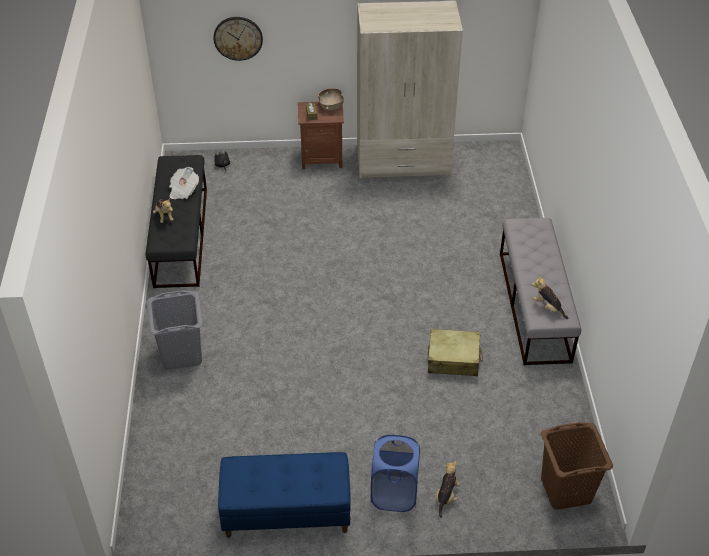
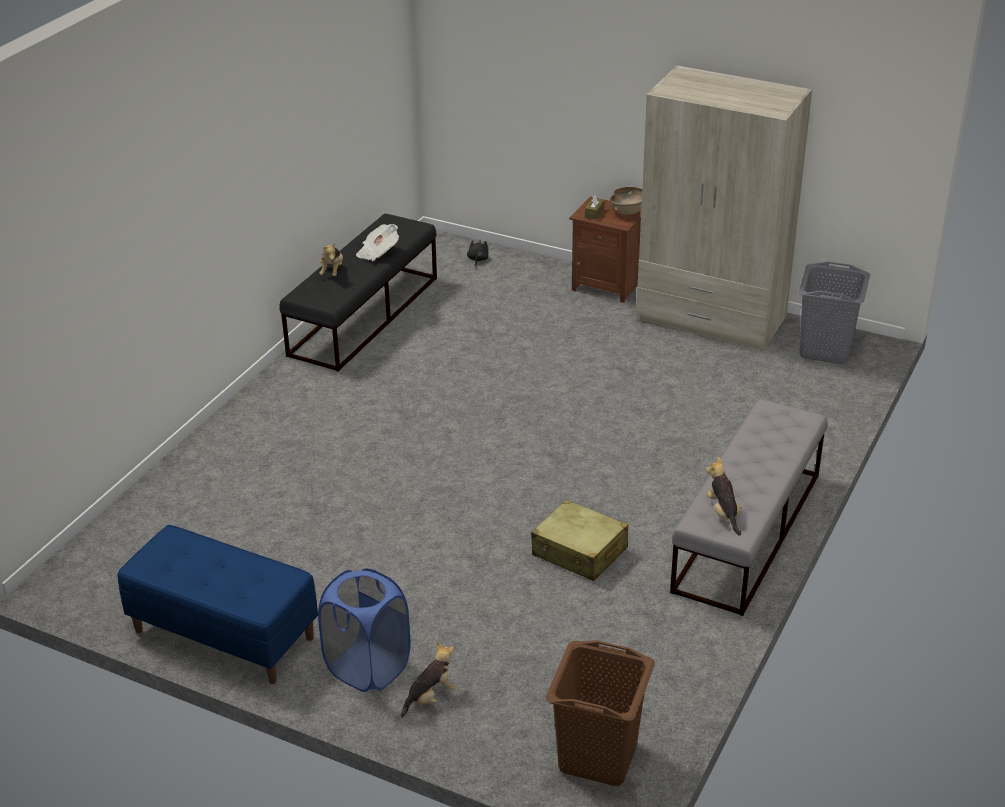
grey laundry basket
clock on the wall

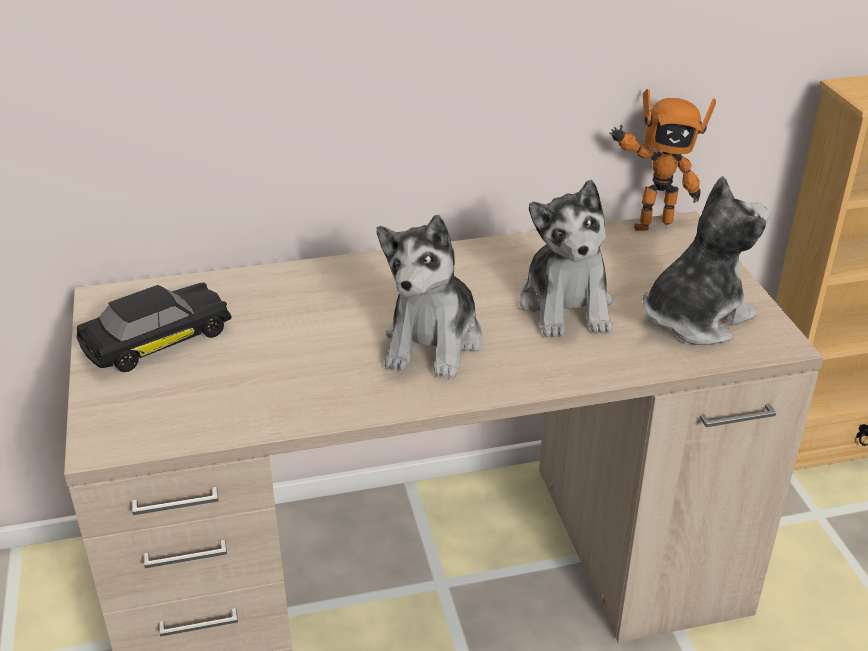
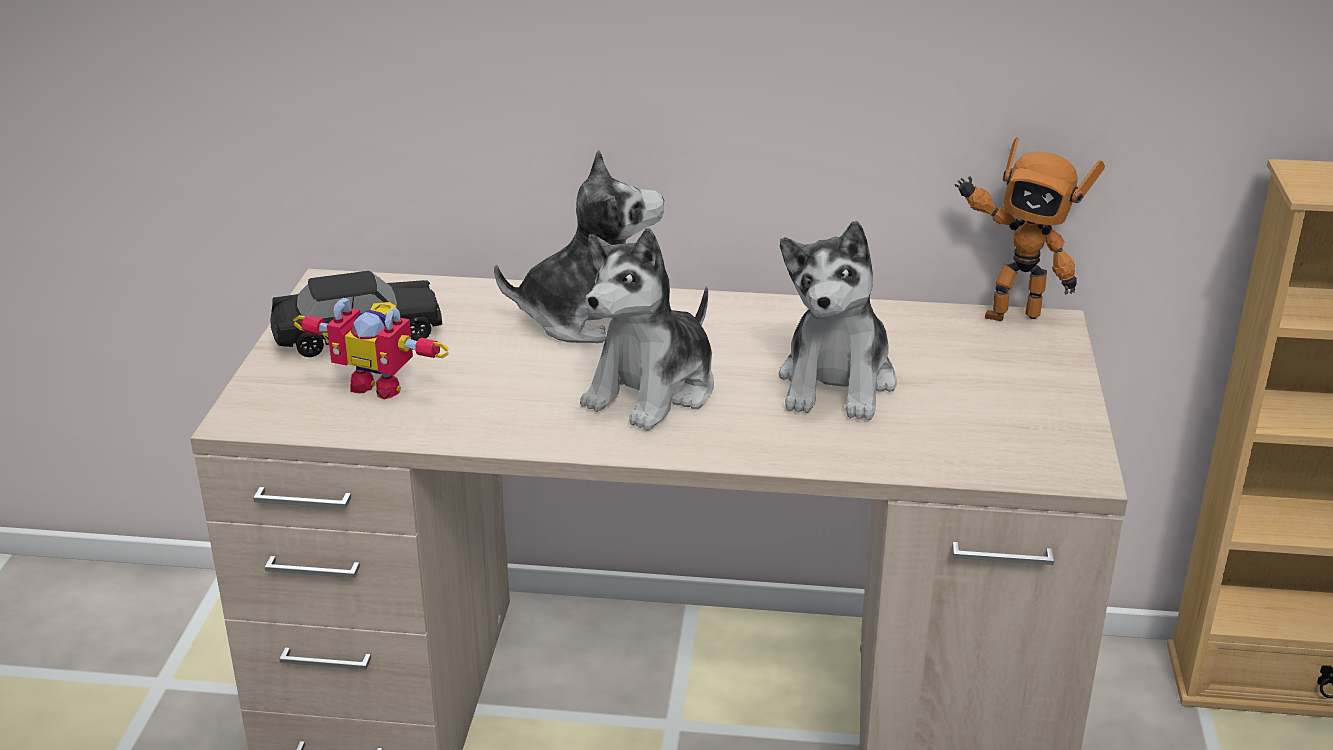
toy robot (1st from left)
cuddly toy (1st from left)

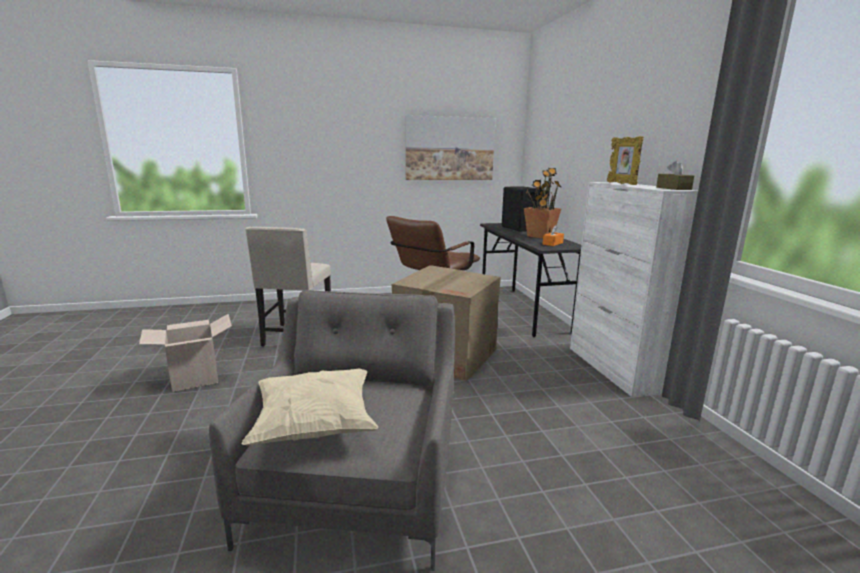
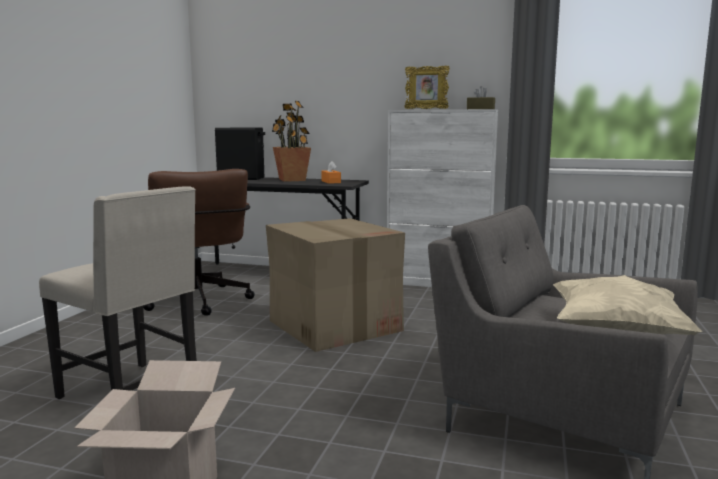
picture

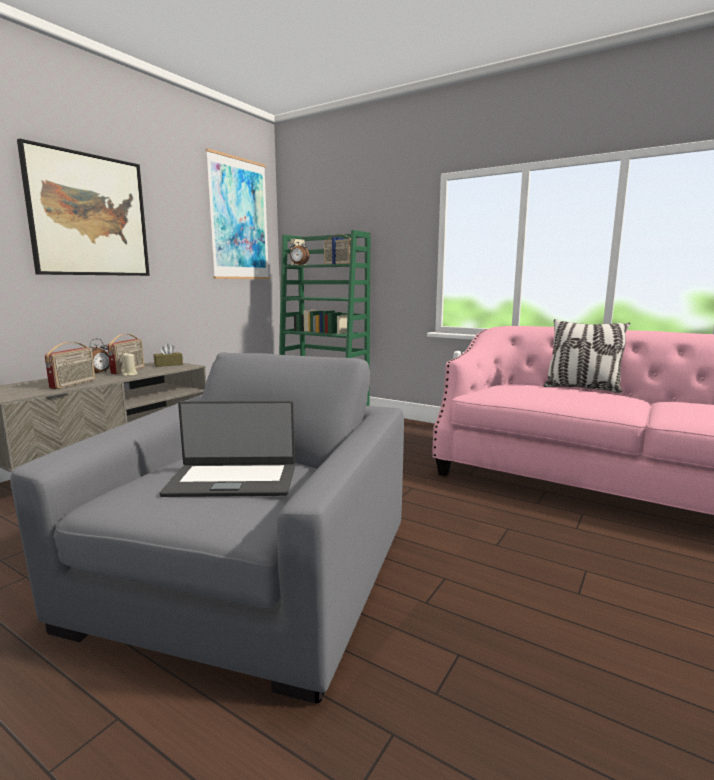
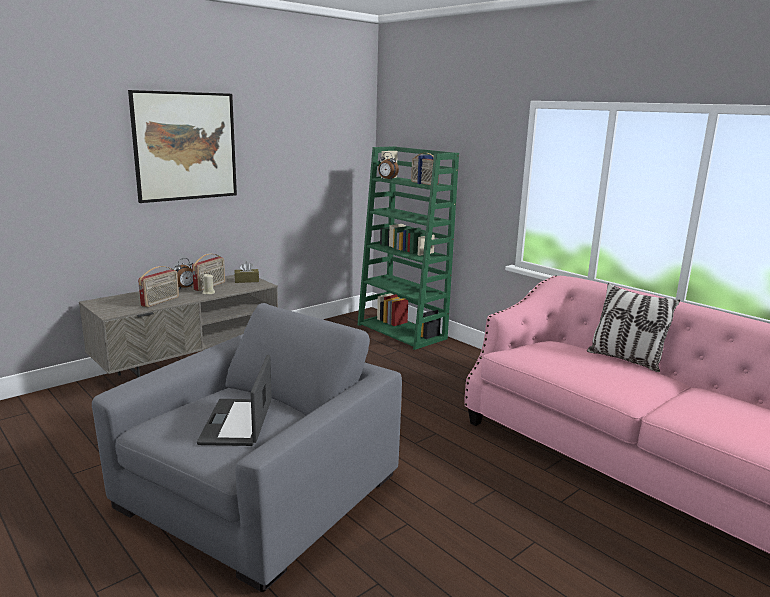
portable computer
picture (2nd from left in the first image)

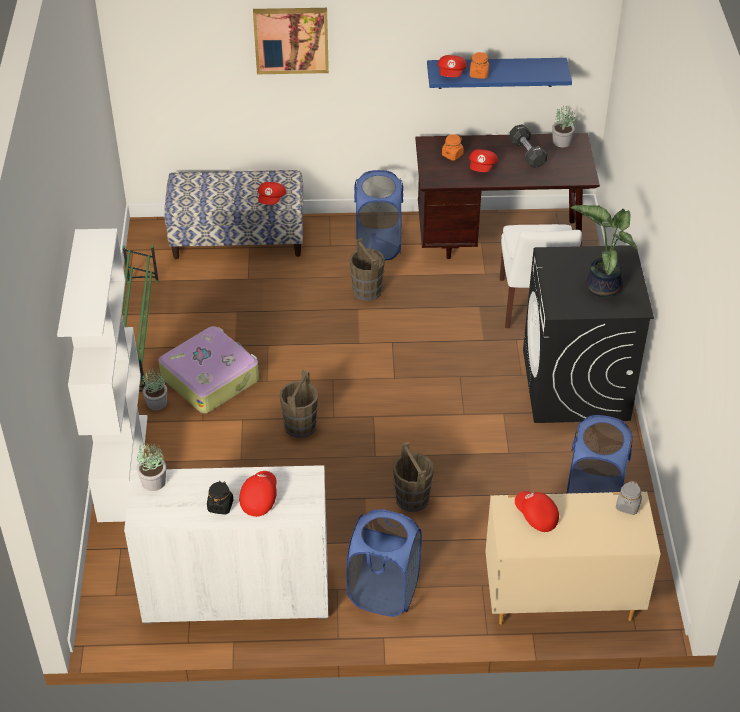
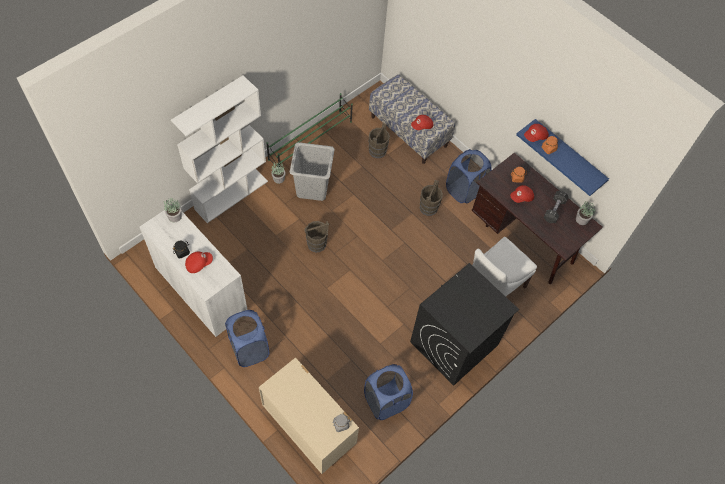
grey laundry basket
brownish bucket (2nd from left)
picture
red baseball cap (5th from left in the first image)
plant in a pot (4th from left in the first image)

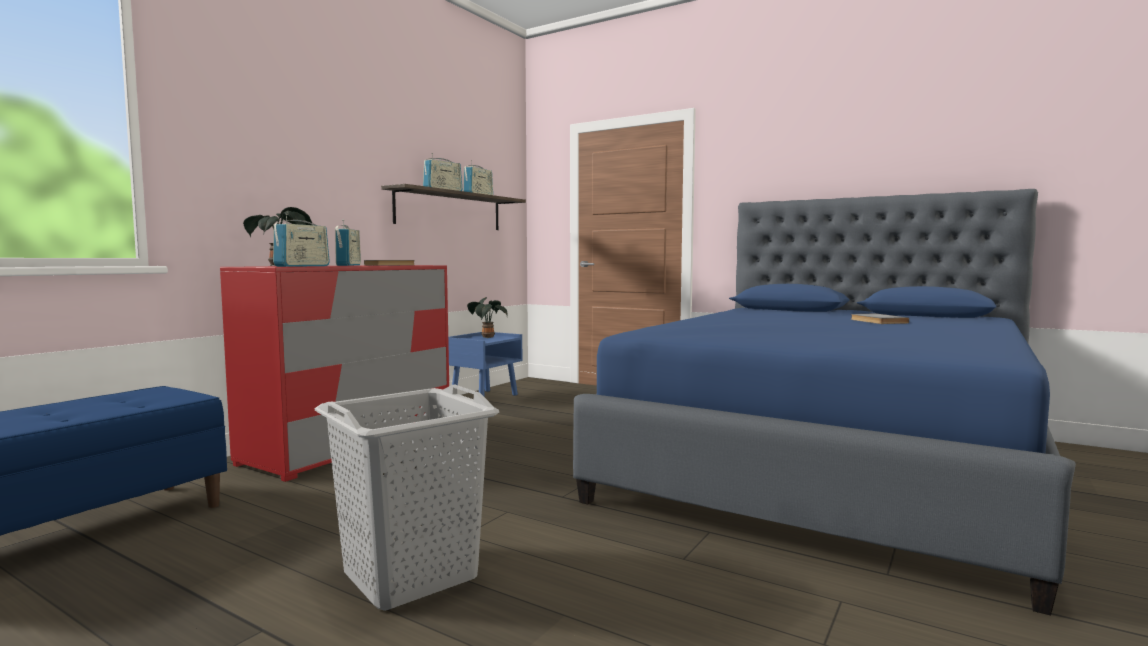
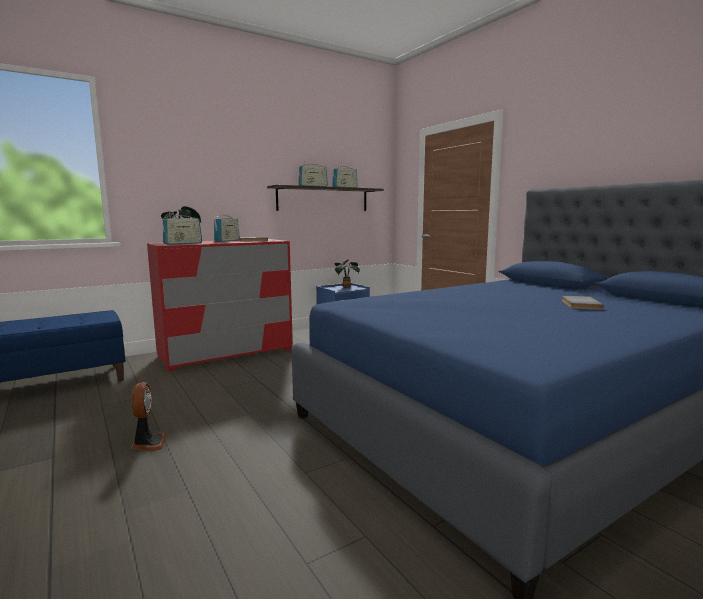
fan

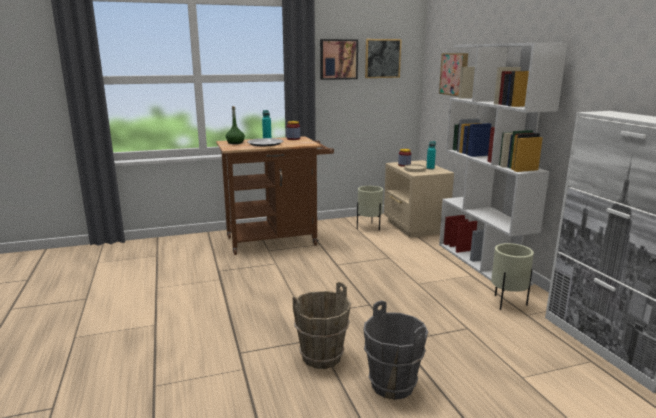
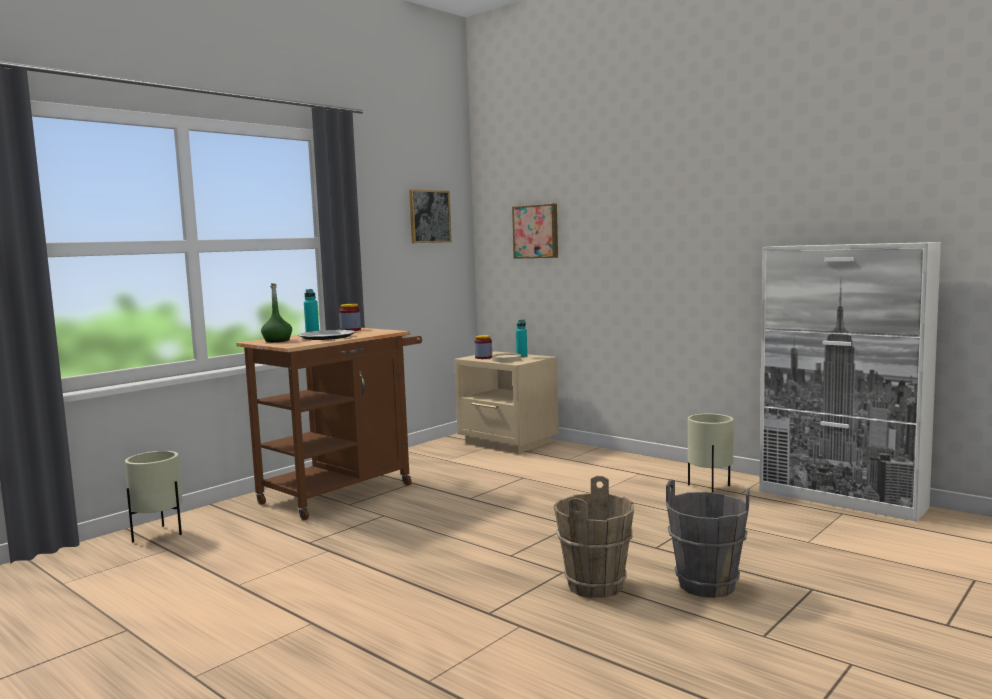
beige flower pot (1st from left)
picture (1st from left in the first image)
whitish bookshelf

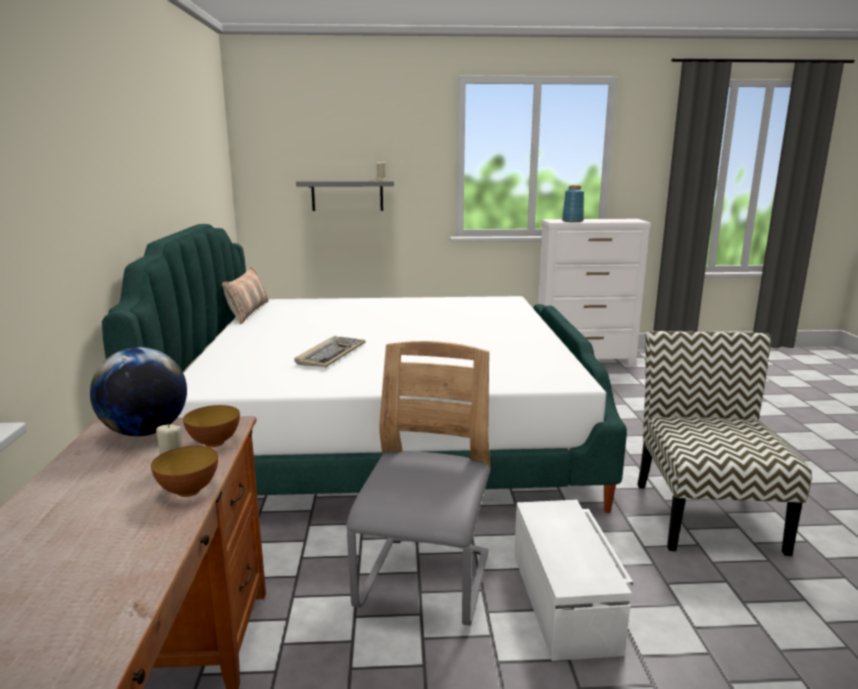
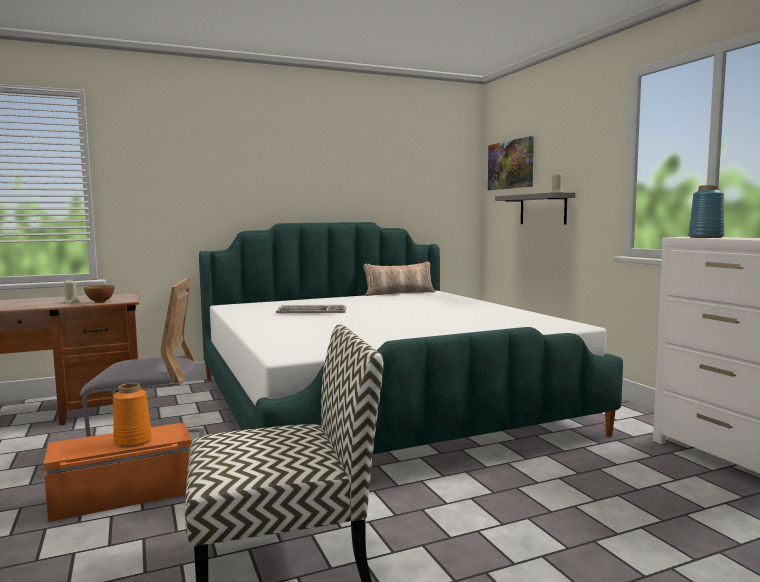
orange storage bin
orange flower vase
picture
globe
bowl (1st from left in the first image)

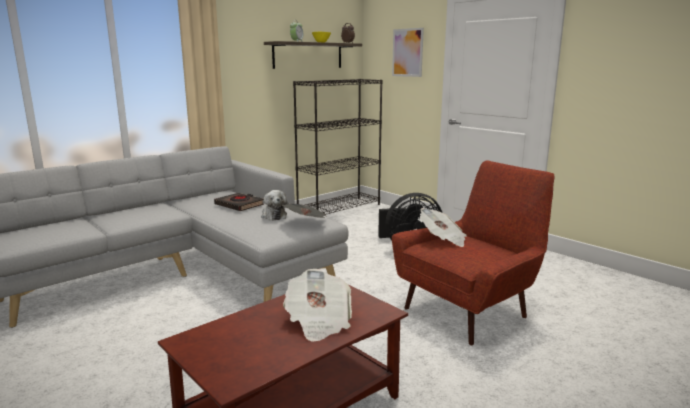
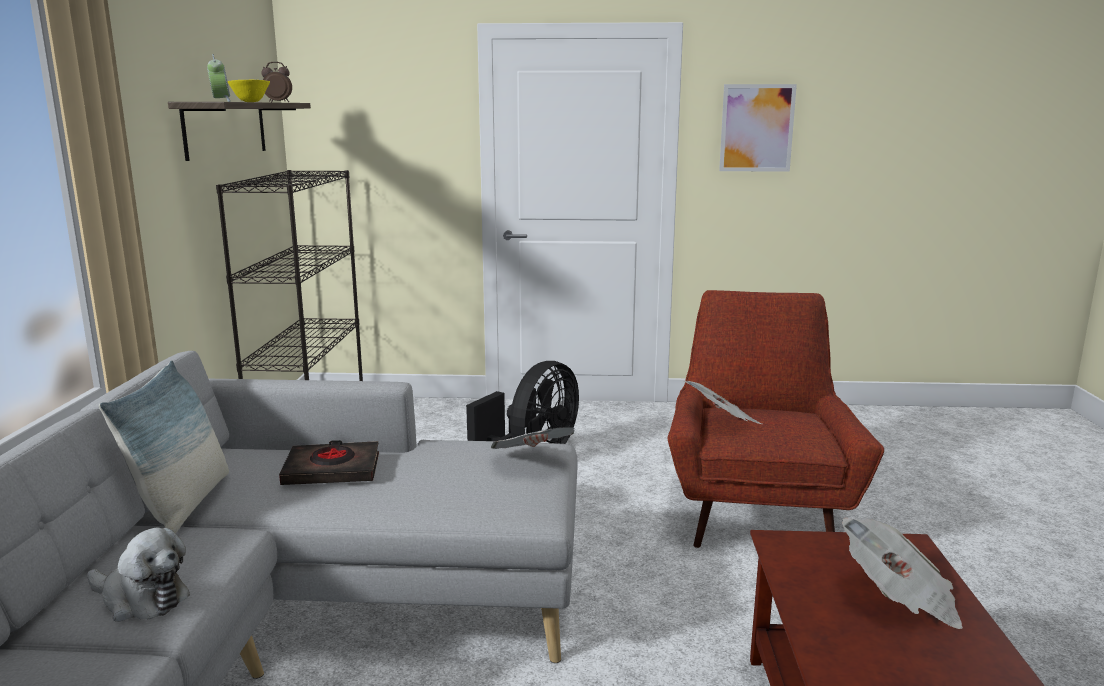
cuddly toy
throw pillow
picture

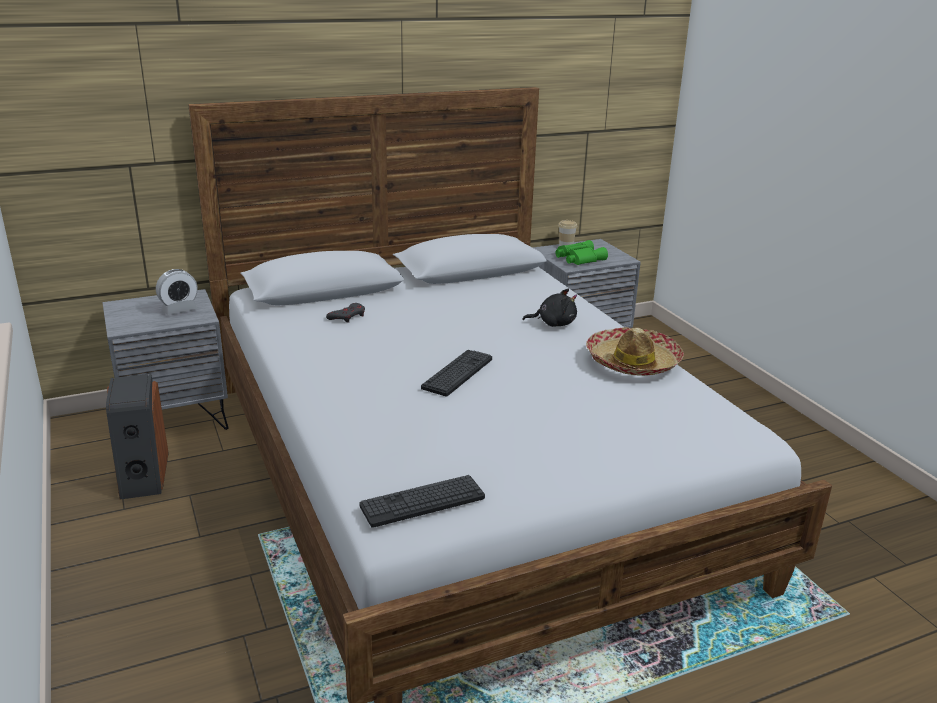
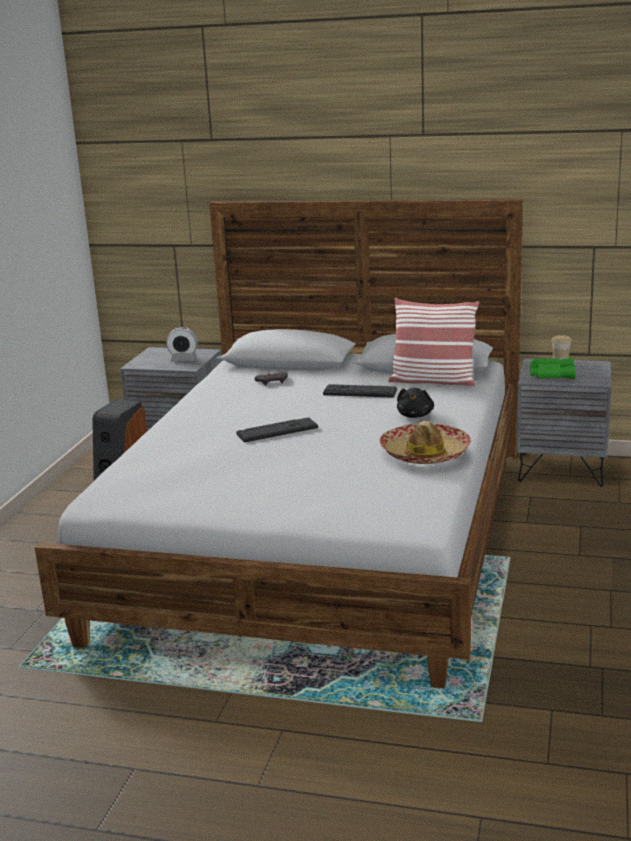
PC keyboard (2nd from left)
throw pillow
black-coloured cuddly toy

